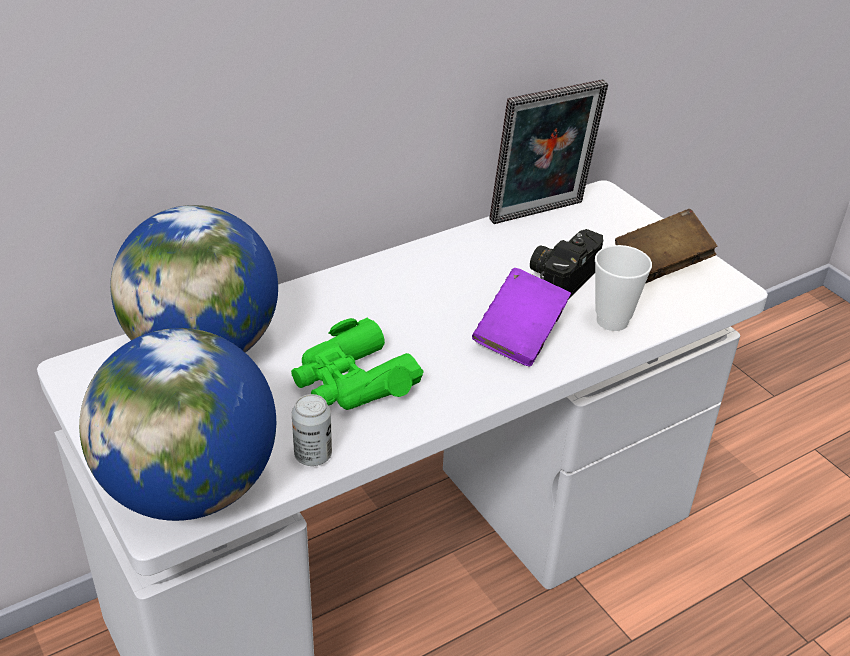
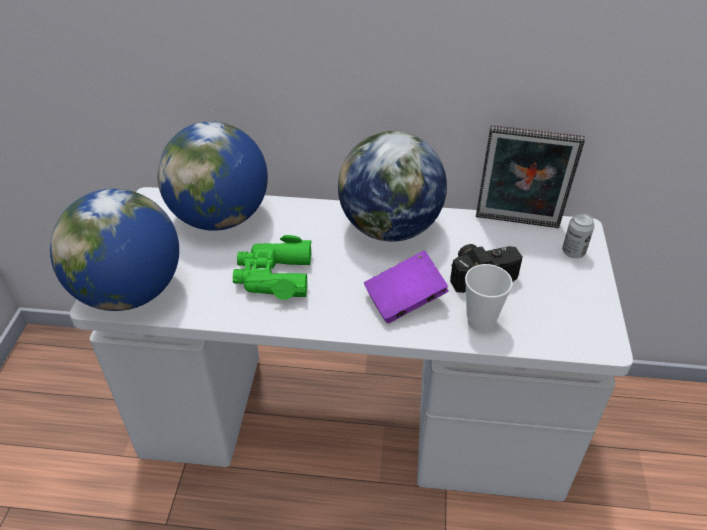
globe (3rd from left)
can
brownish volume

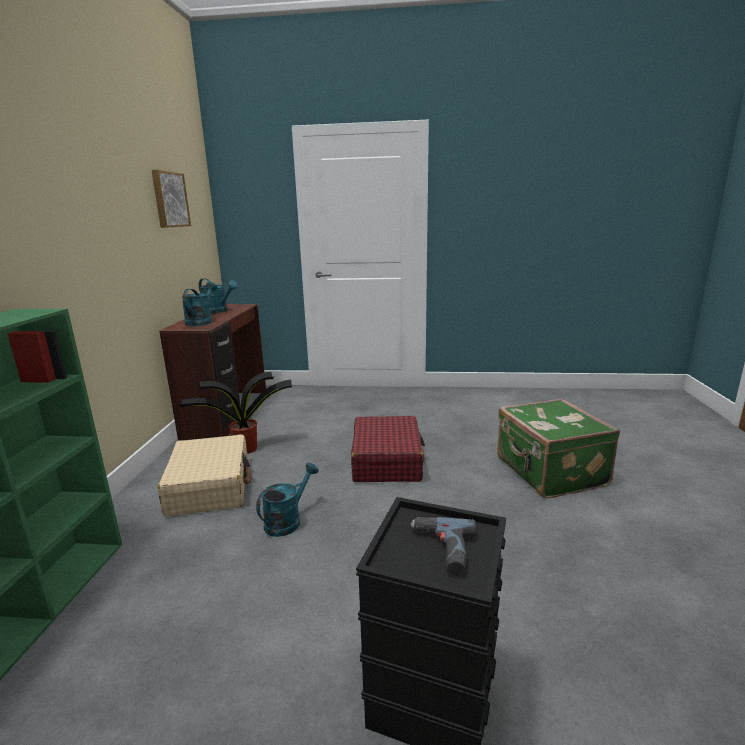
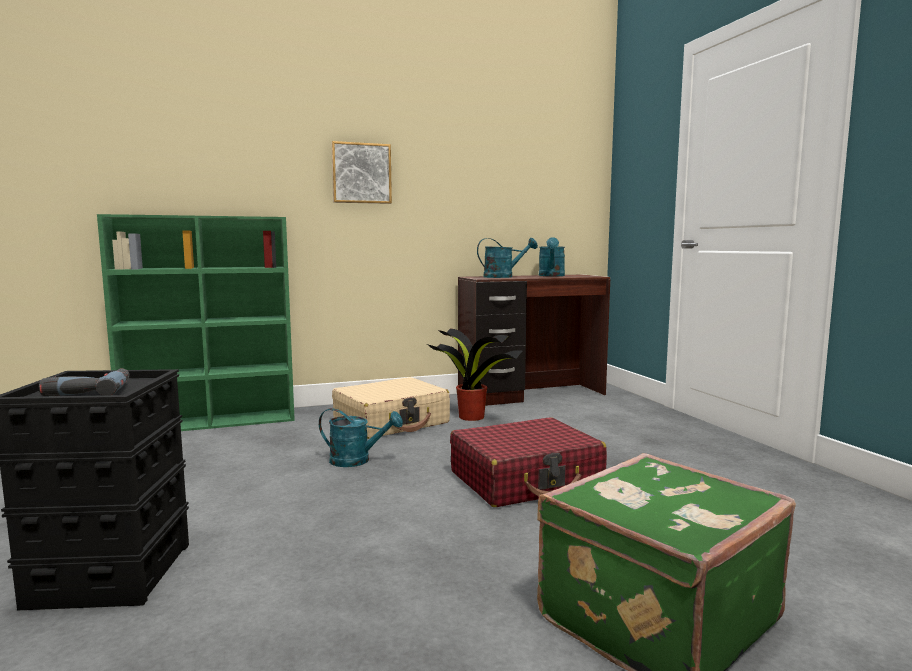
picture

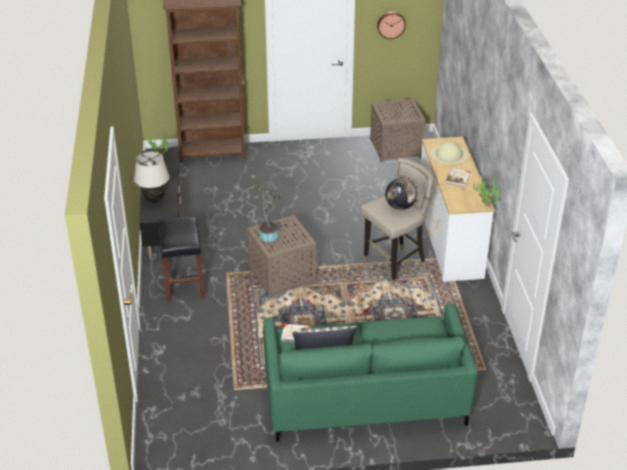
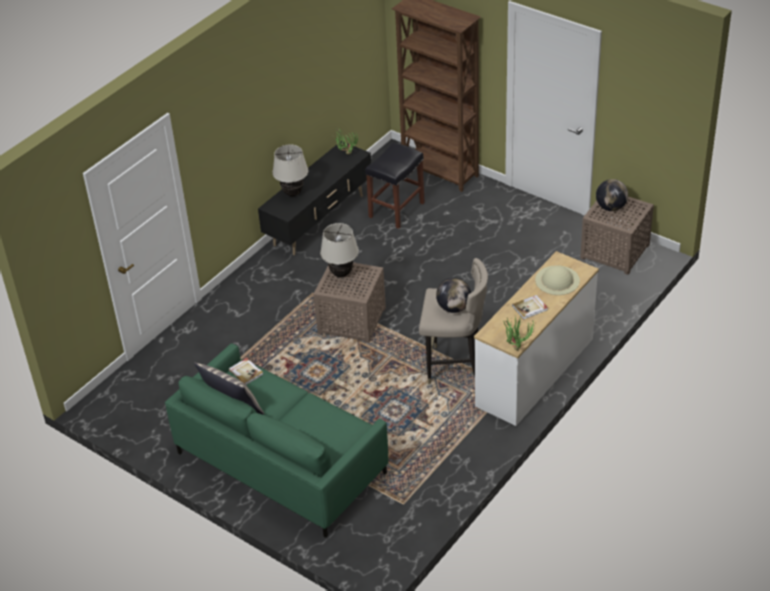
beige tabletop lamp (2nd from left)
black-coloured stool seat
globe (2nd from left)
clock on the wall

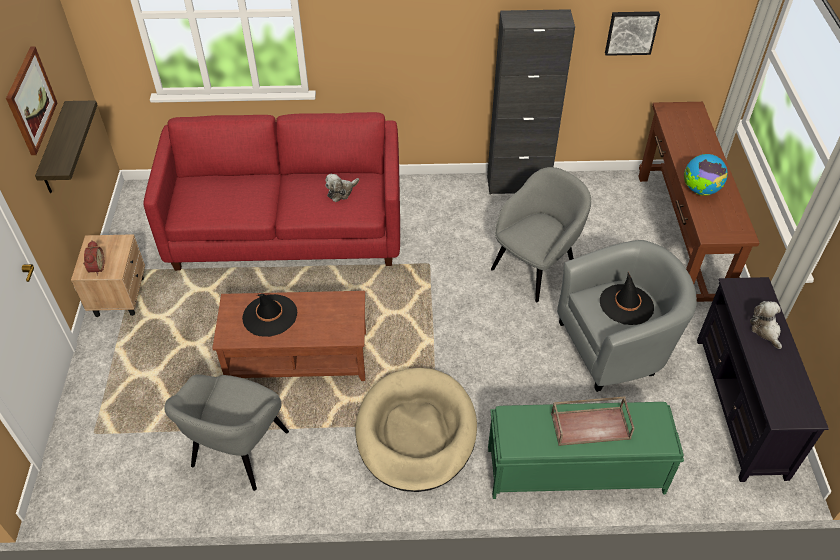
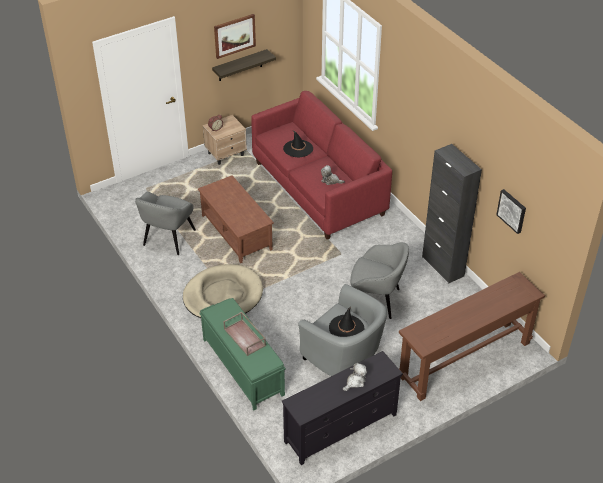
grey lounge chair (1st from left)
black-coloured hat (1st from left)
globe

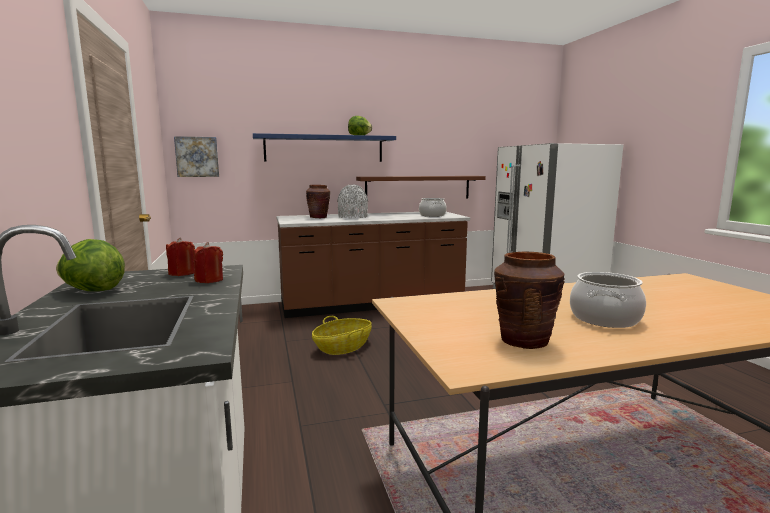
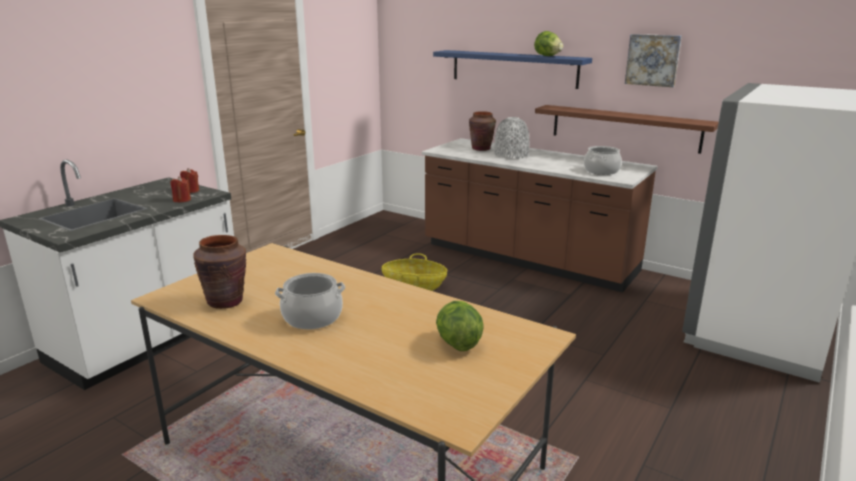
lettuce head (1st from left)
picture

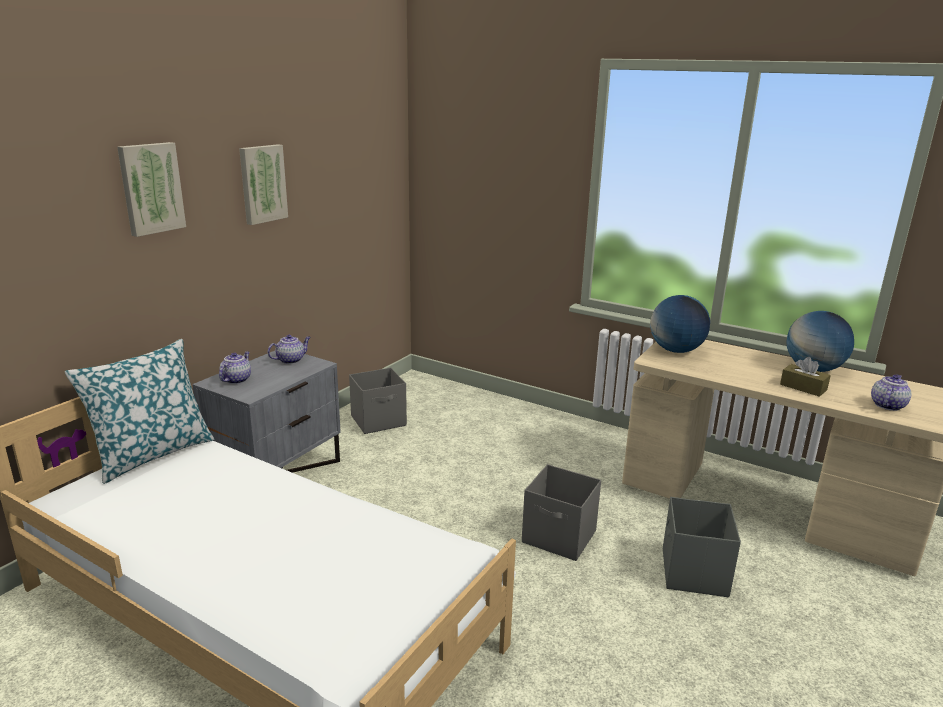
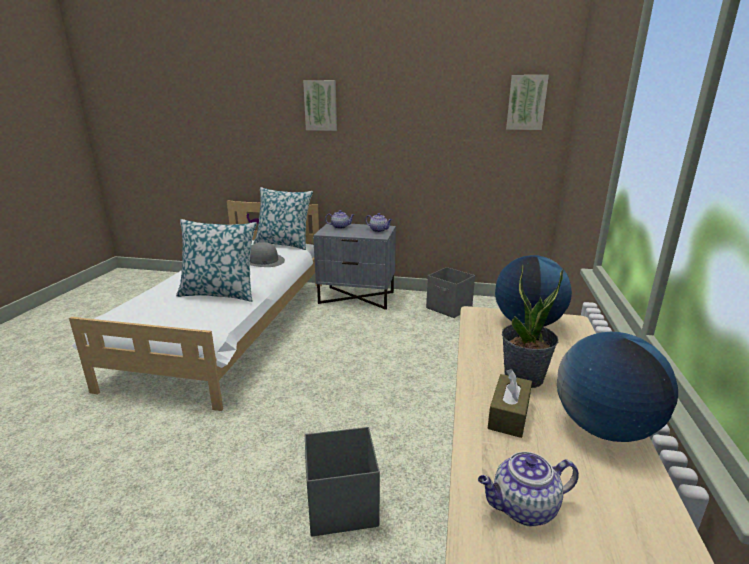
throw pillow (1st from left)
grey hat
tea pot (3rd from left)
plant in a pot
picture (2nd from left)
grey storage bin (2nd from left in the first image)

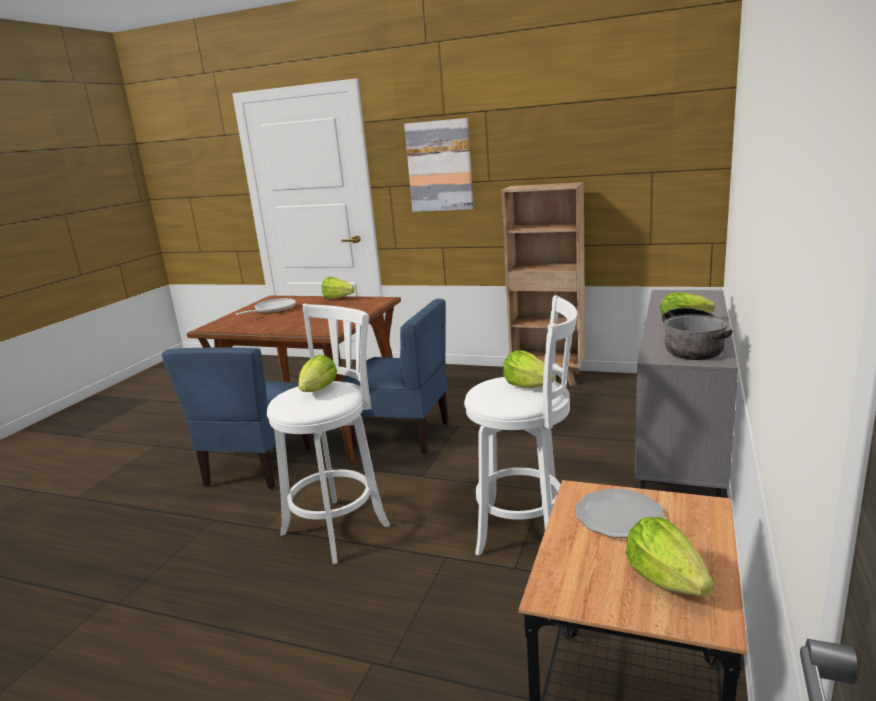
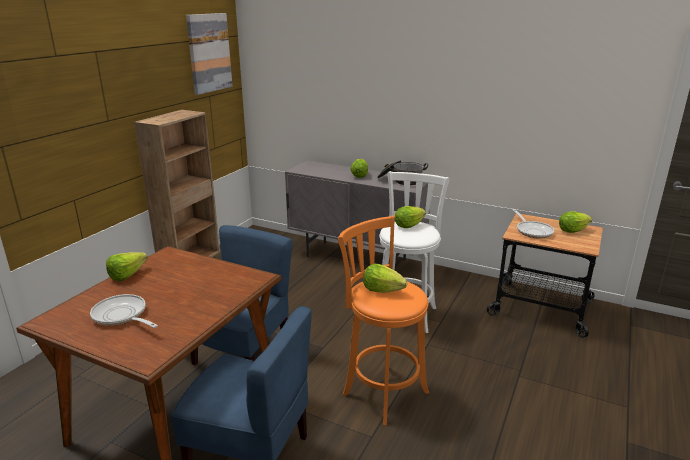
picture
orange stool seat
skillet (2nd from left)

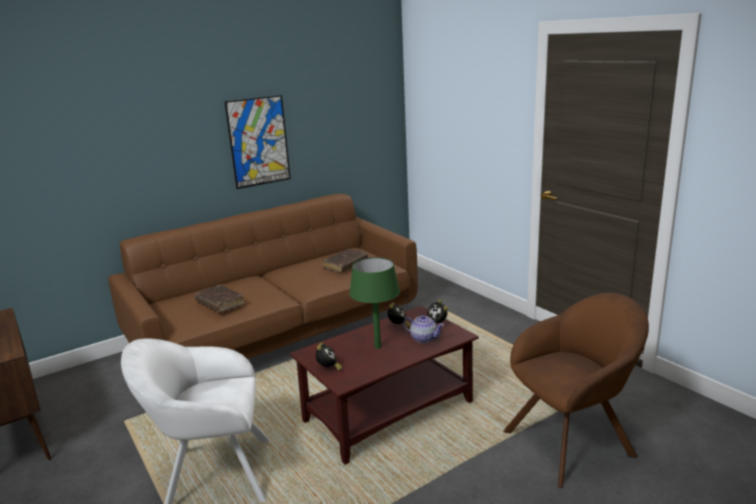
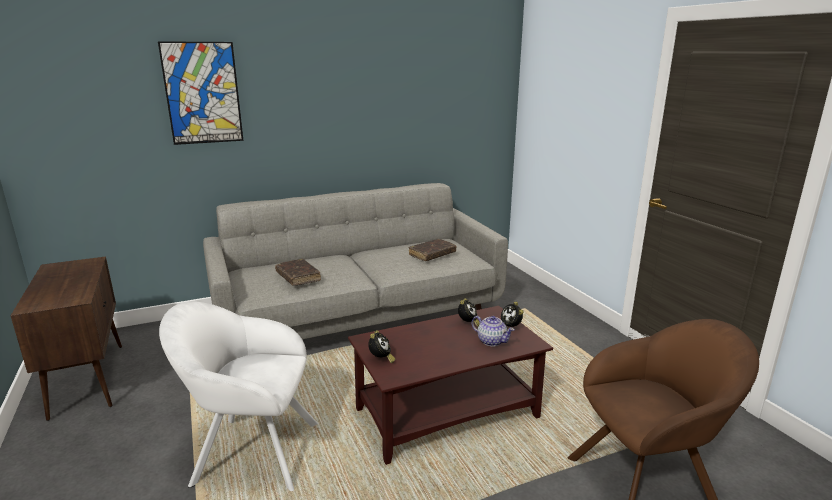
picture
grey settee
greenish tabletop lamp

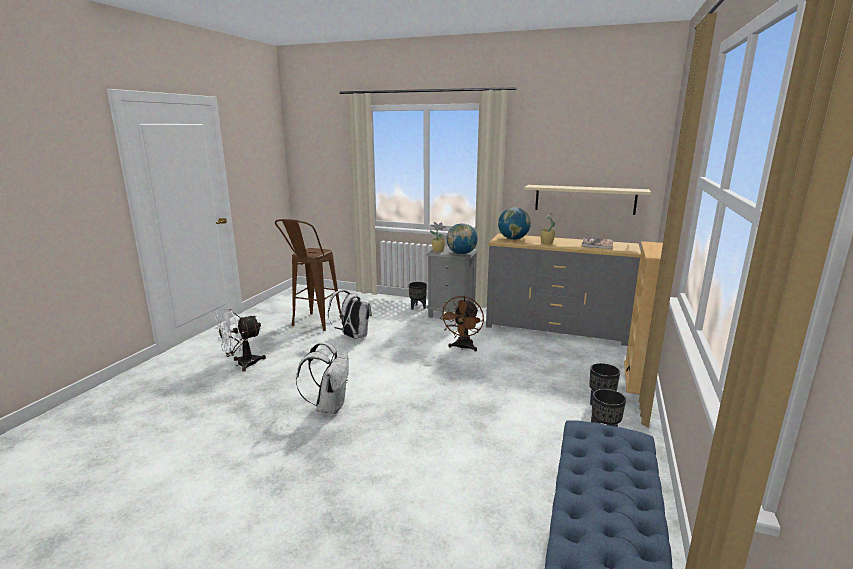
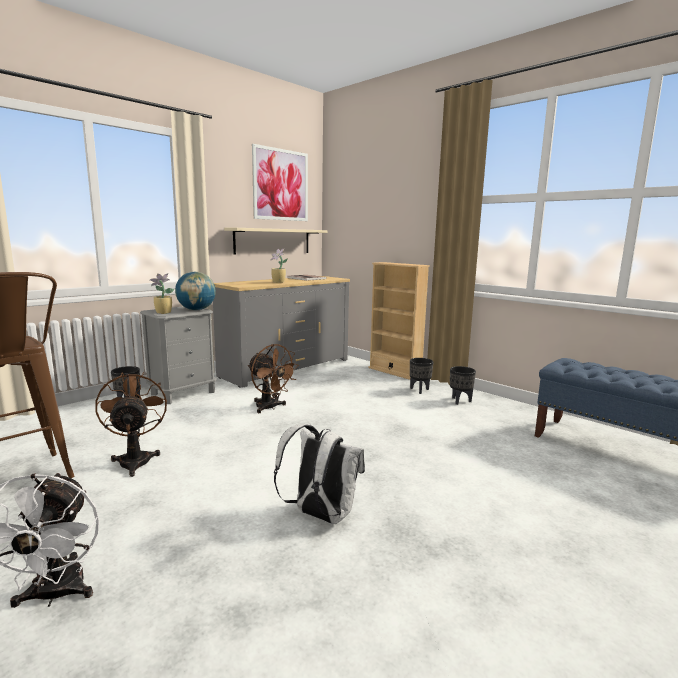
brownish fan (1st from left)
picture
globe (2nd from left in the first image)

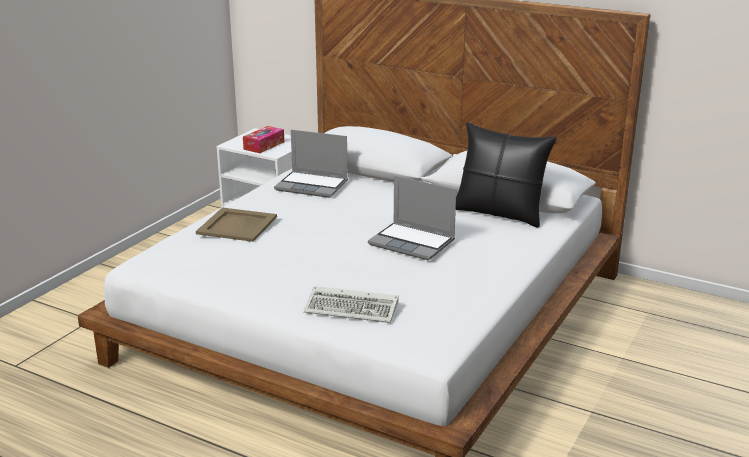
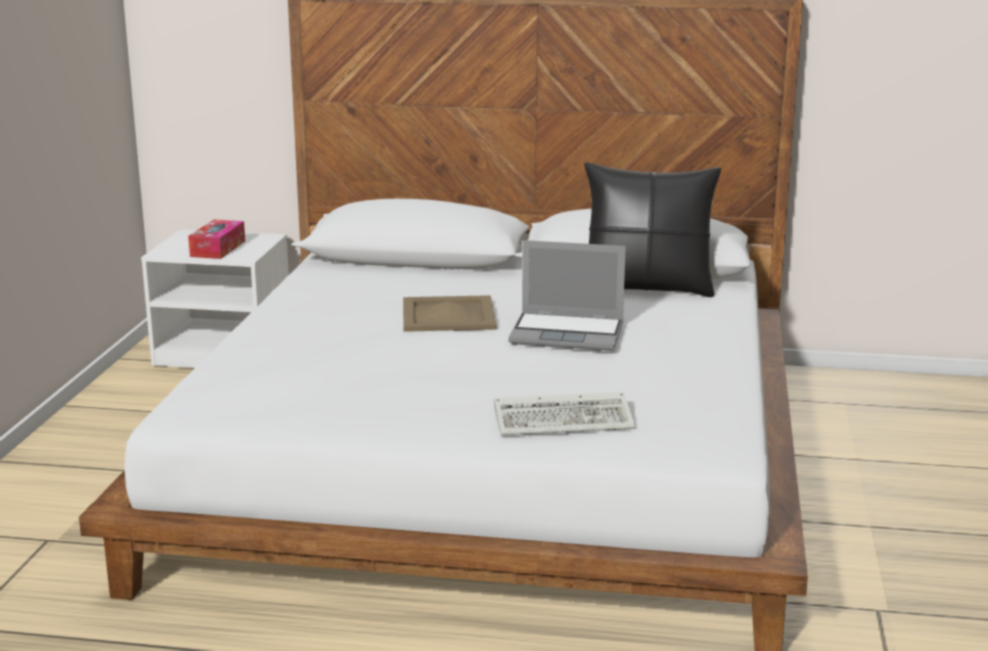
beige serving tray
portable computer (1st from left in the first image)

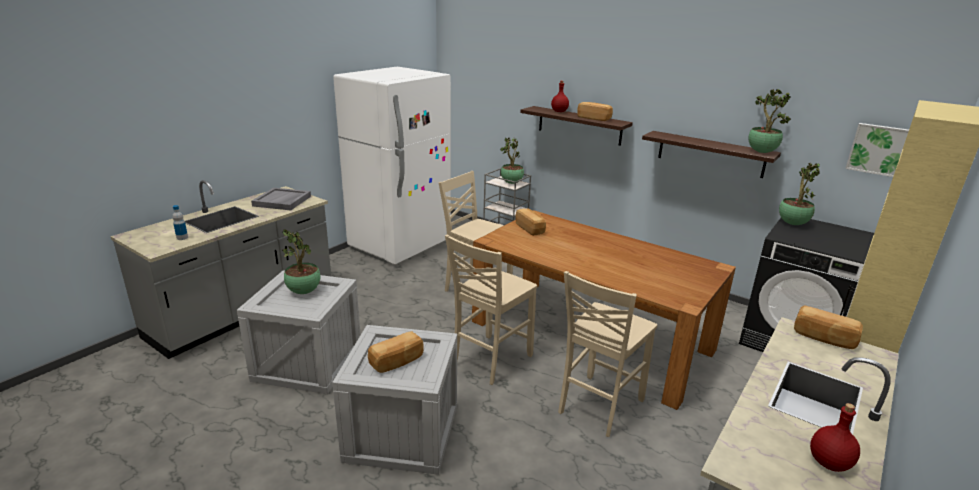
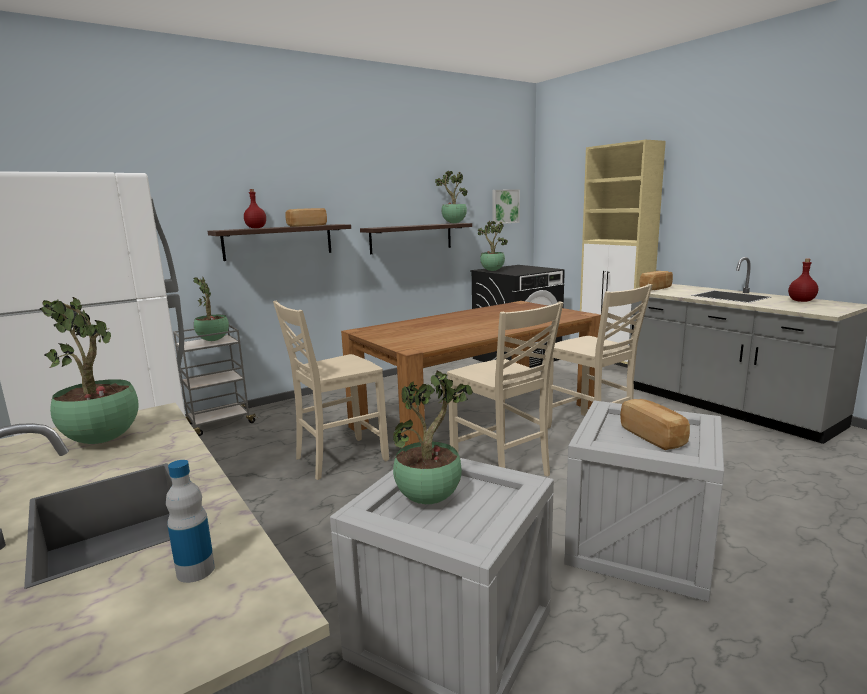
plant in a pot (1st from left)
bread (2nd from left in the first image)

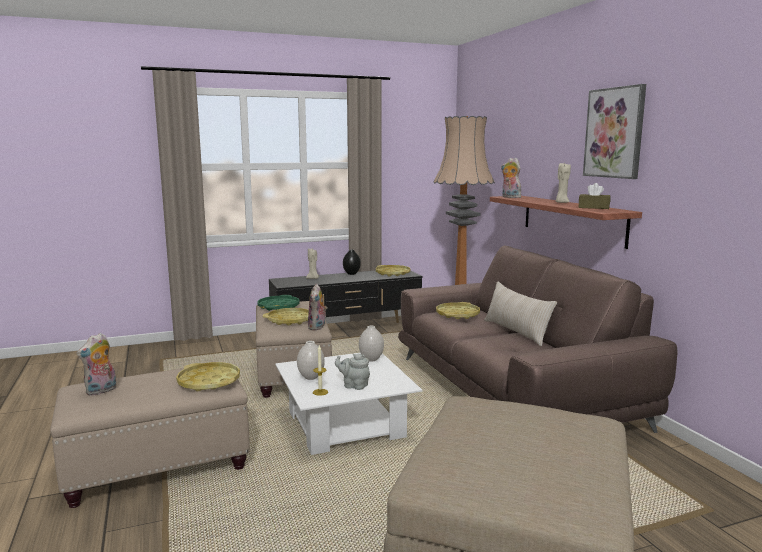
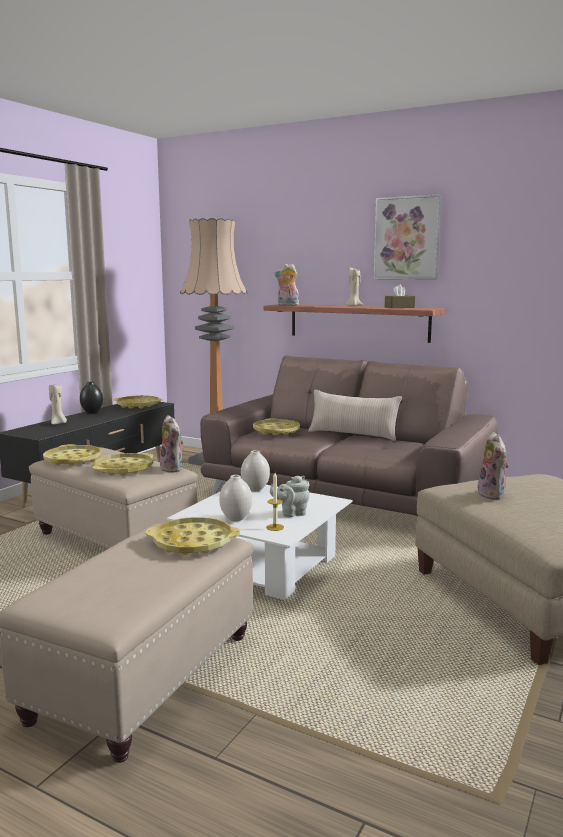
yellow serving tray (1st from left)
cuddly toy (3rd from left)

